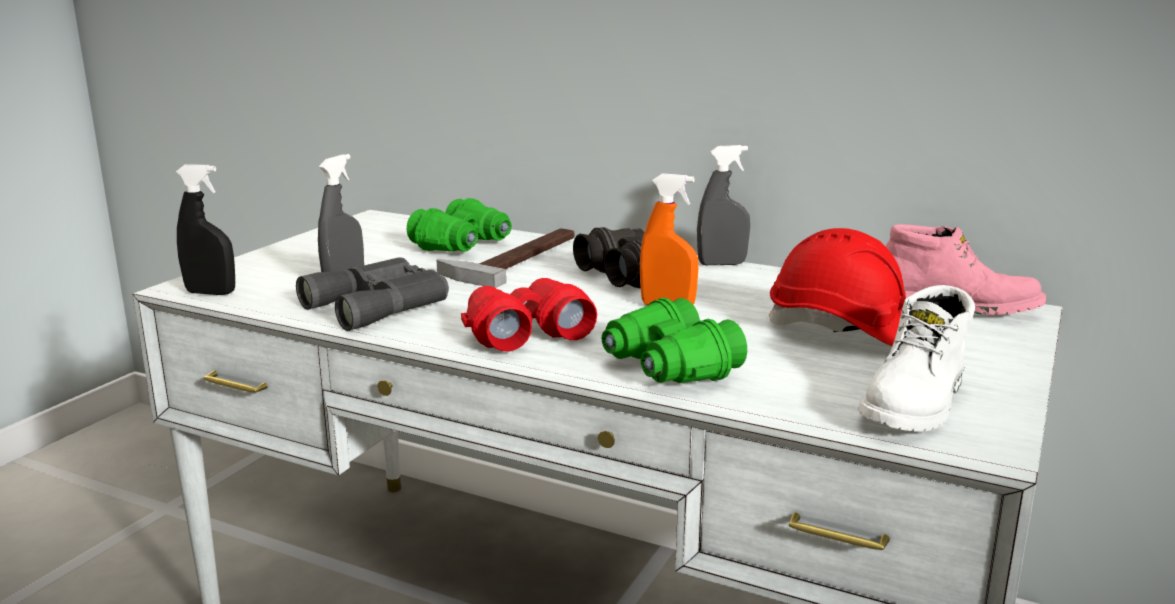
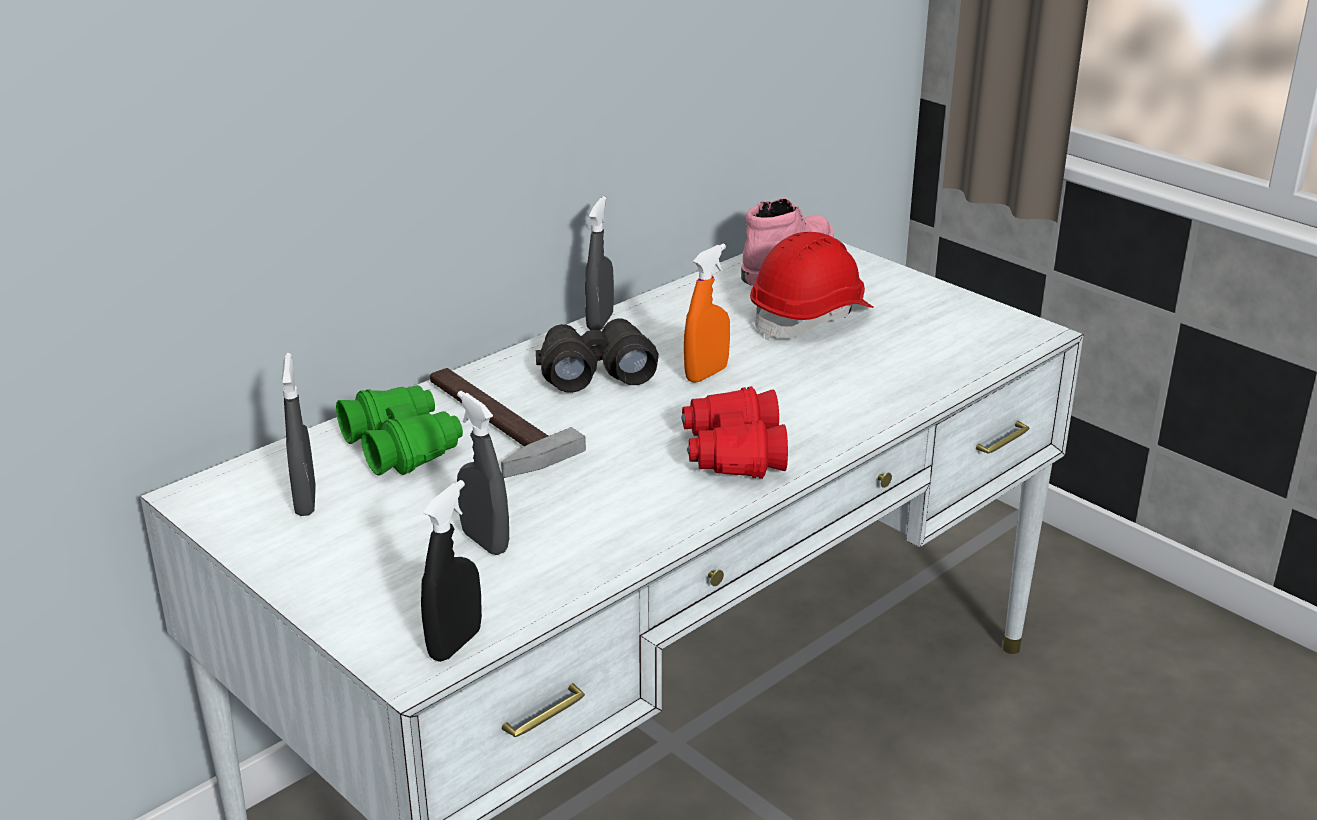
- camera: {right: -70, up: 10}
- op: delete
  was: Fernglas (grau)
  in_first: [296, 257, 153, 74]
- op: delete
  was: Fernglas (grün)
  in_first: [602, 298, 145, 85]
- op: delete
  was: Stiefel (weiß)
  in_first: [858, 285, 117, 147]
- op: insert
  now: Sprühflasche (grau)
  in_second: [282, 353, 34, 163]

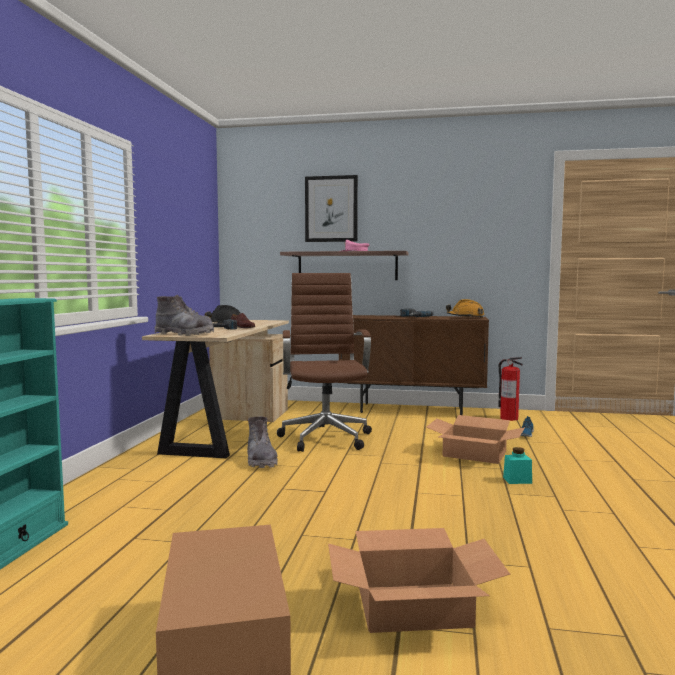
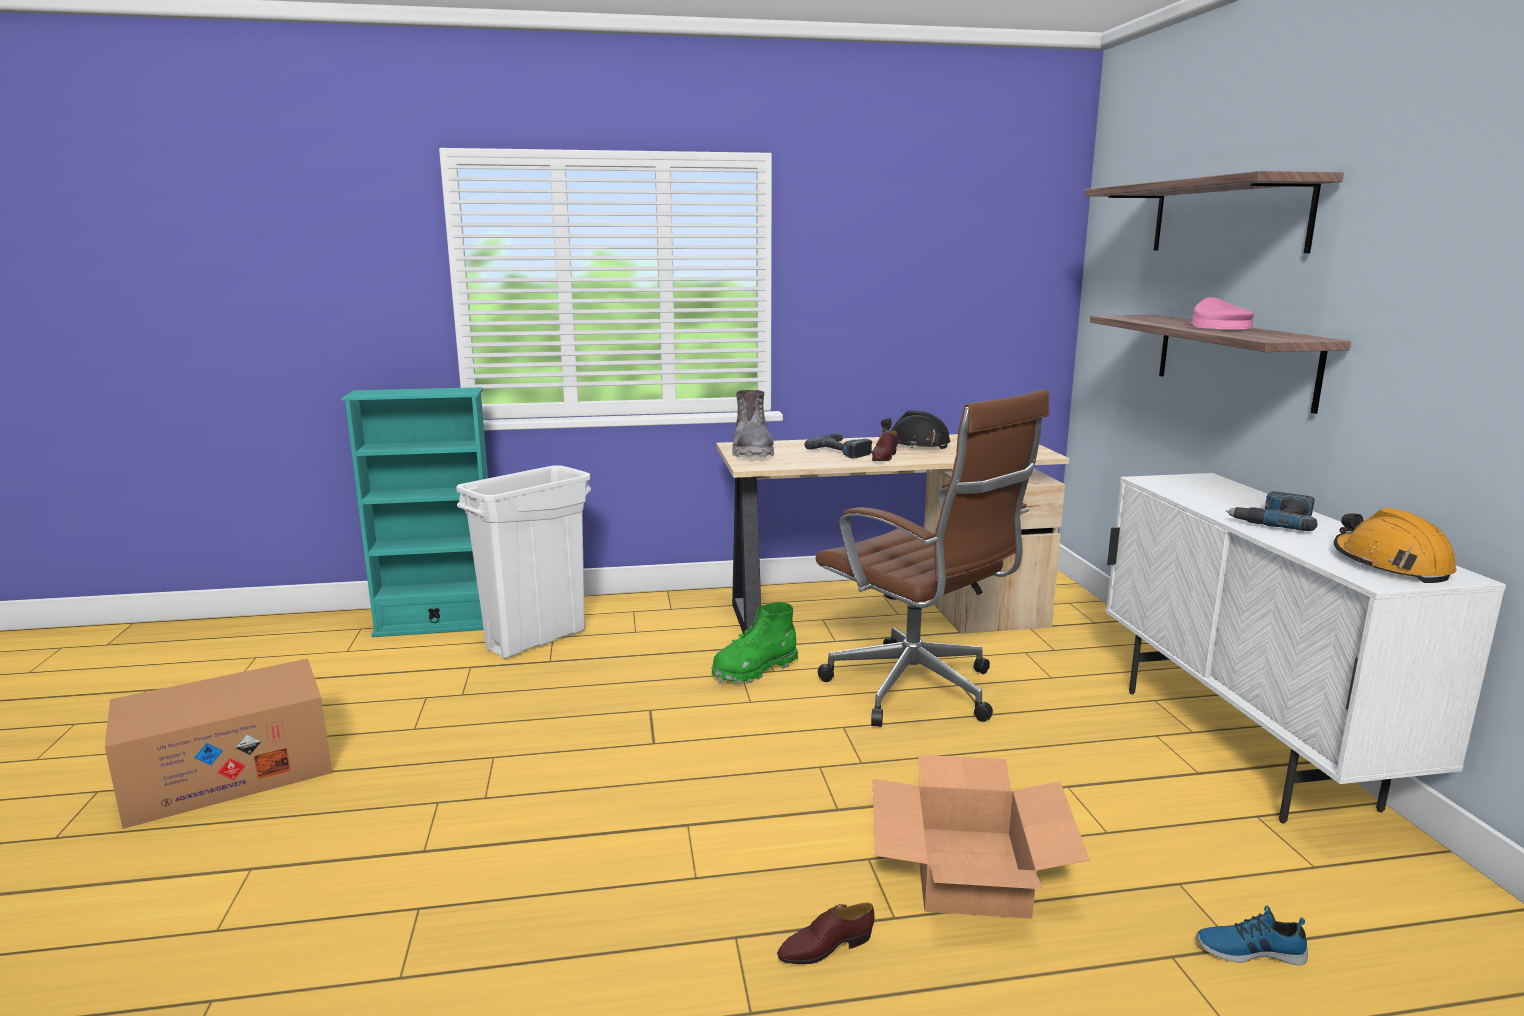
- camera: {right: 70, up: 10}
- op: recolor
  was: Stiefel (grau)
  now: Stiefel (grün)
  in_first: [247, 416, 31, 52]
  in_second: [711, 602, 87, 82]
- op: rotate
  was: Bürostuhl (braun)
  in_first: [277, 273, 95, 179]
  in_second: [816, 389, 233, 338]
  clockwise: 75
- op: replace
  was: Bild
  now: Wandregal
  in_first: [305, 175, 53, 67]
  in_second: [1084, 171, 260, 82]
- op: delete
  was: Karton
  in_first: [328, 528, 182, 105]
- op: recolor
  was: Schrank (braun)
  now: Schrank (weiß)
  in_first: [339, 315, 150, 100]
  in_second: [1106, 473, 400, 350]
- op: delete
  was: Feuerlöscher
  in_first: [499, 357, 24, 64]
- op: replace
  was: Vorratsglas (türkis)
  now: Schuh (braun)
  in_first: [503, 447, 29, 37]
  in_second: [777, 903, 98, 61]
- op: insert
  now: Mülleimer (weiß)
  in_second: [456, 465, 135, 194]

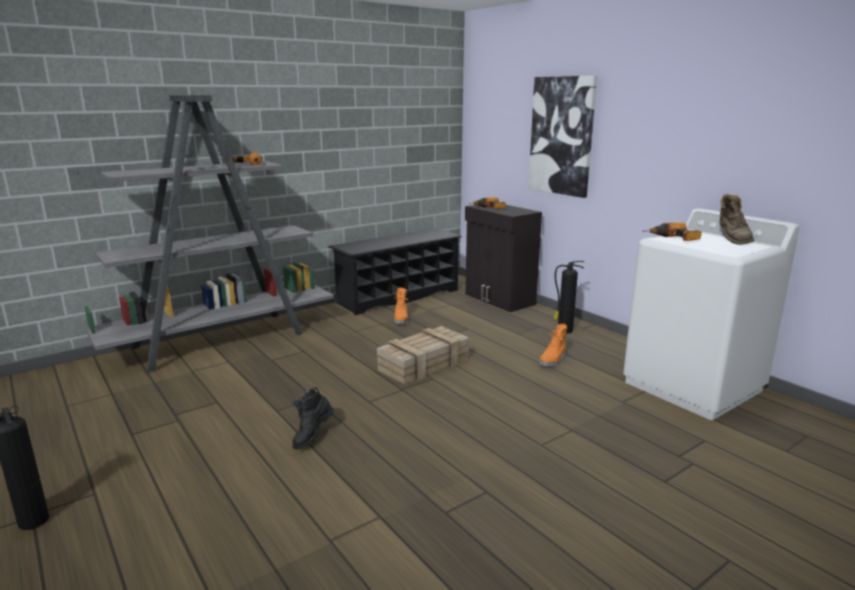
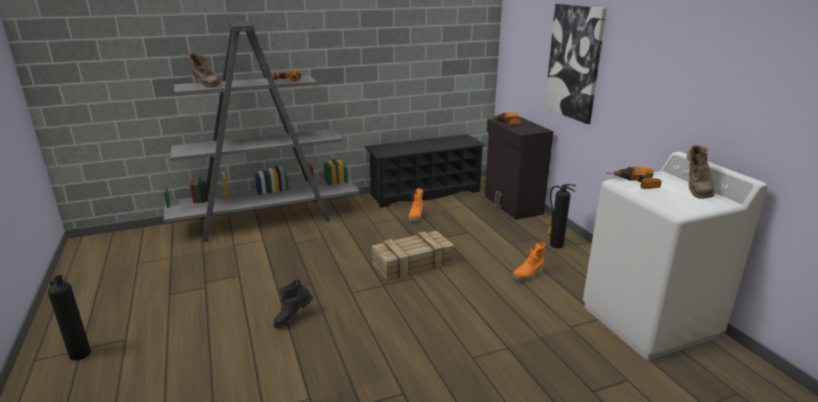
- camera: {right: 15, up: 5}
- op: insert
  now: Stiefel (braun)
  in_second: [189, 52, 32, 36]

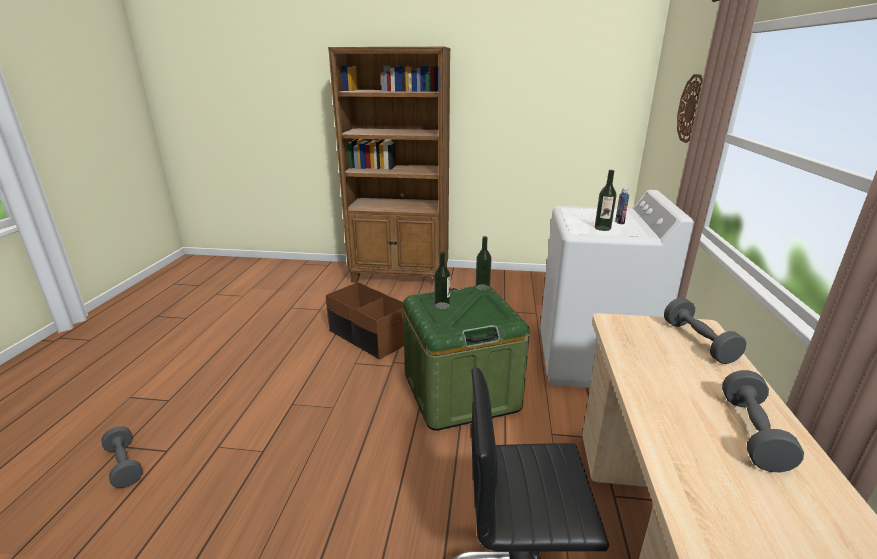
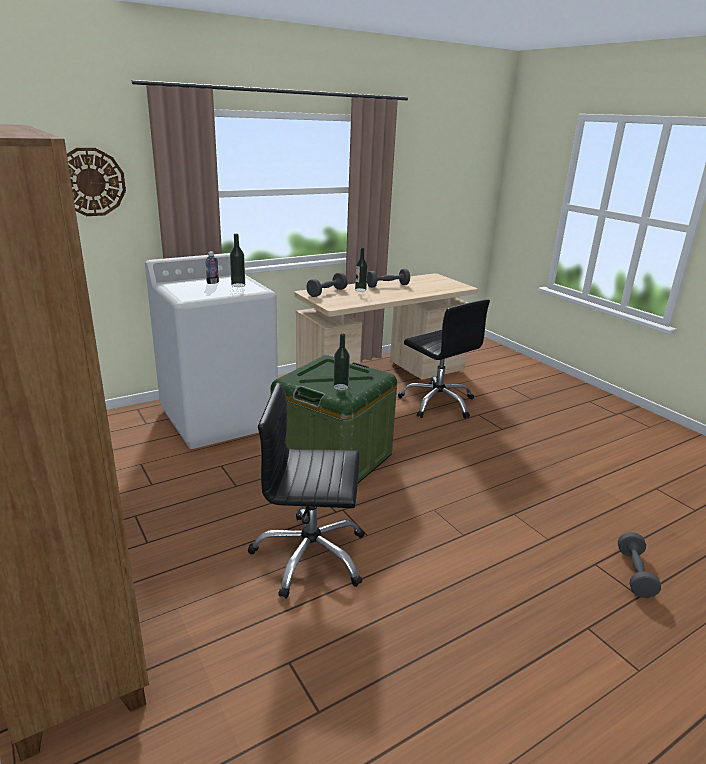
- camera: {right: -130, up: 0}
- op: replace
  was: Aufbewahrungsbox (braun)
  now: Bürostuhl (schwarz)
  in_first: [326, 282, 78, 78]
  in_second: [248, 383, 117, 216]
- op: move
  was: Flasche
  in_first: [476, 236, 16, 55]
  in_second: [355, 248, 13, 44]

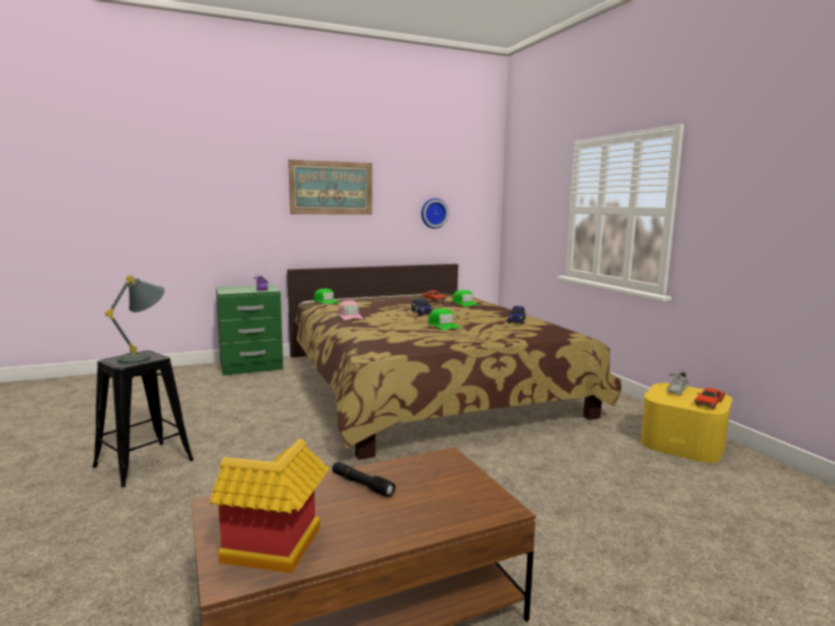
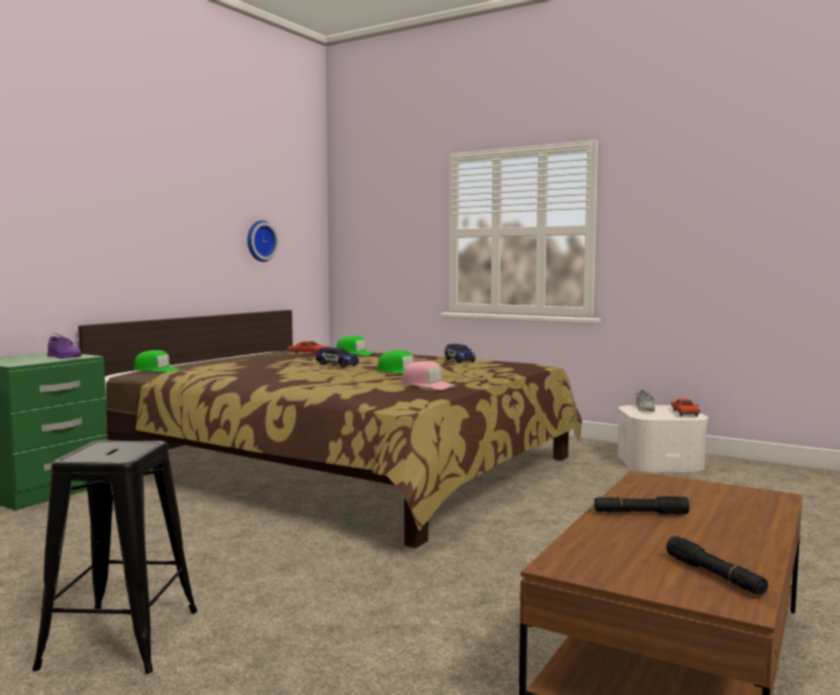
- camera: {right: -35, up: -5}
- op: delete
  was: Tischlampe (grau)
  in_first: [105, 275, 60, 89]
- op: replace
  was: Spielzeughaus
  now: Taschenlampe (schwarz)
  in_first: [209, 439, 121, 134]
  in_second: [666, 536, 102, 59]
- op: delete
  was: Bild
  in_first: [288, 160, 84, 55]
- op: move
  was: Kappe (rosa)
  in_first: [338, 300, 25, 20]
  in_second: [402, 361, 55, 29]
- op: recolor
  was: Aufbewahrungsbox (gelb)
  now: Aufbewahrungsbox (weiß)
  in_first: [640, 383, 92, 80]
  in_second: [618, 405, 90, 66]

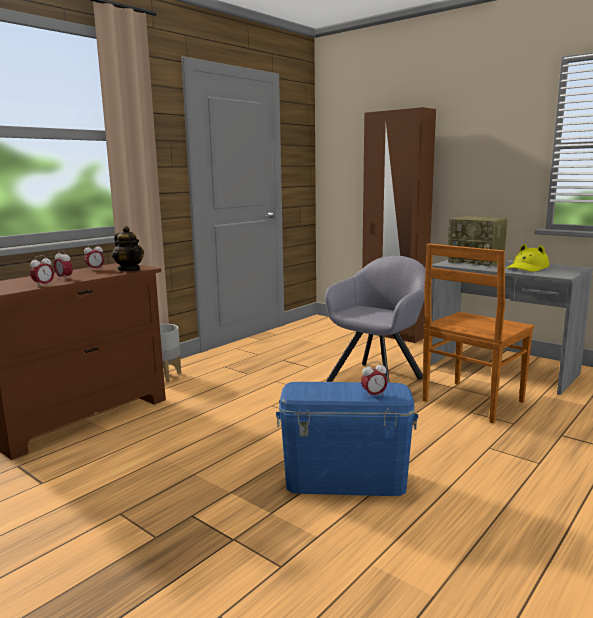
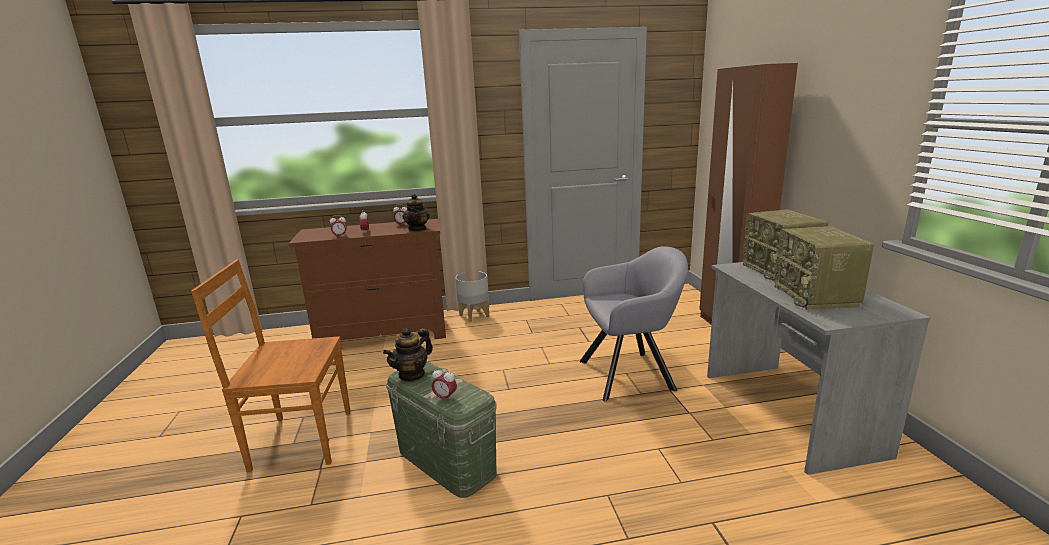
- camera: {right: 40, up: 5}
- op: recolor
  was: Aufbewahrungsbox (blau)
  now: Aufbewahrungsbox (grün)
  in_first: [276, 382, 142, 114]
  in_second: [386, 362, 110, 136]
- op: move
  was: Stuhl (braun)
  in_first: [423, 244, 111, 179]
  in_second: [191, 259, 160, 213]
- op: replace
  was: Hut (gelb)
  now: Radio
  in_first: [507, 244, 42, 28]
  in_second: [774, 226, 100, 84]
- op: insert
  now: Teekanne
  in_second: [383, 327, 50, 55]

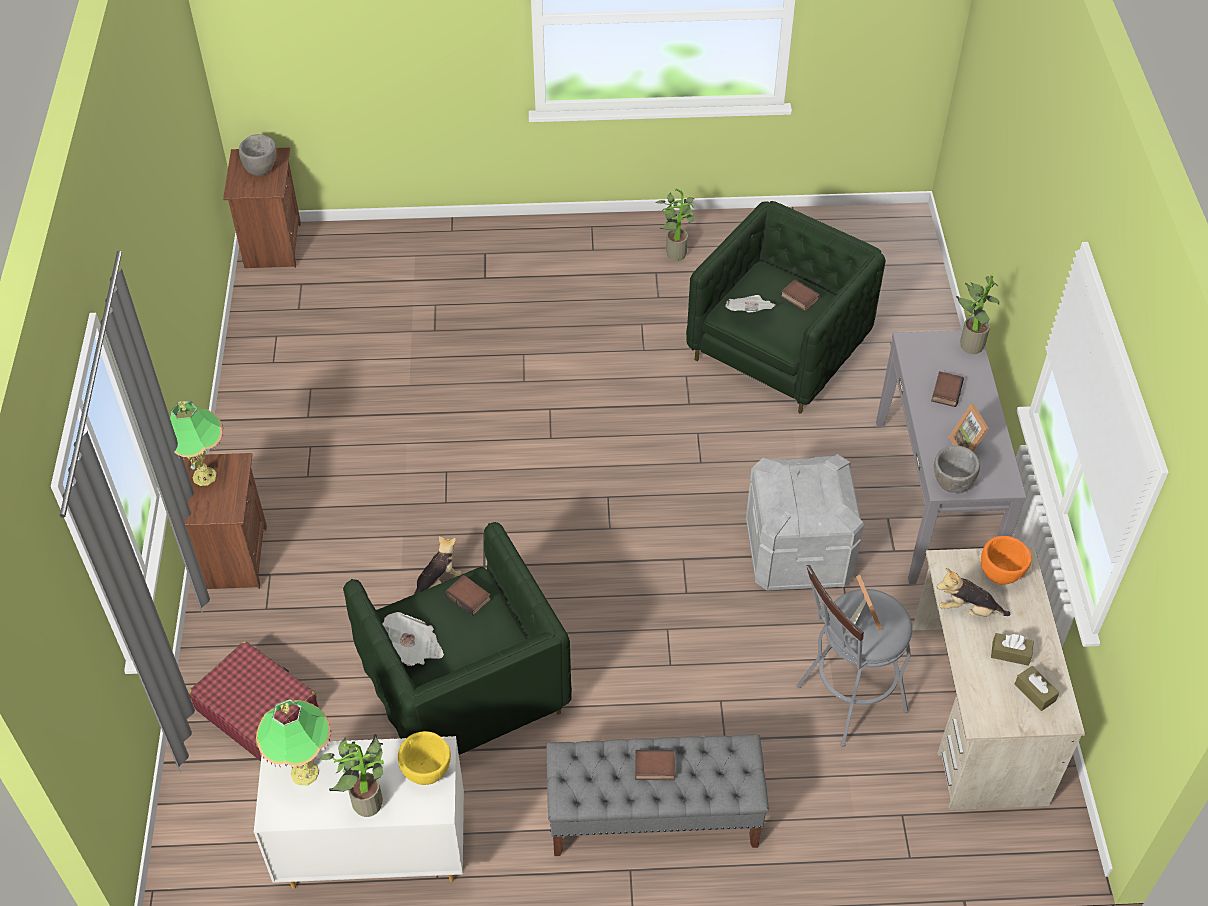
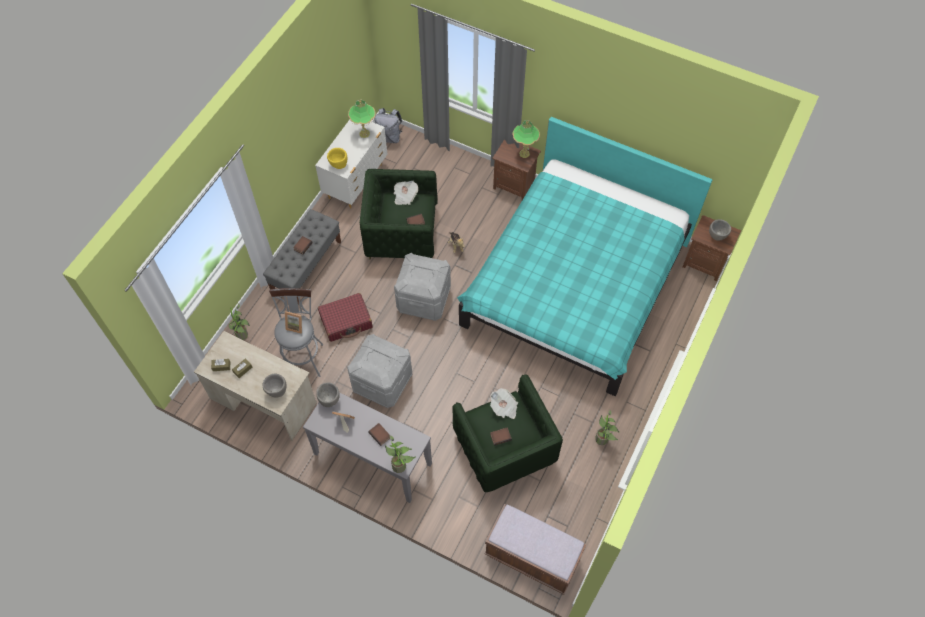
- camera: {right: 120, up: 10}
- op: move
  was: Koffer (rot)
  in_first: [189, 641, 129, 120]
  in_second: [318, 293, 55, 49]
- op: move
  was: Topfpflanze
  in_first: [318, 734, 66, 83]
  in_second: [229, 303, 21, 37]
- op: delete
  was: Plüschtier
  in_first: [937, 568, 73, 49]
- op: recolor
  was: Schüssel (orange)
  now: Schüssel (grau)
  in_first: [981, 536, 51, 49]
  in_second: [262, 374, 25, 24]
- op: insert
  now: Rucksack (grau)
  in_second: [375, 108, 27, 35]
- op: insert
  now: Aufbewahrungsbox (grau)
  in_second: [394, 253, 57, 68]
- op: insert
  now: Bett (türkis)
  in_second: [457, 117, 255, 279]
- op: insert
  now: Bank (braun)
  in_second: [484, 504, 102, 91]

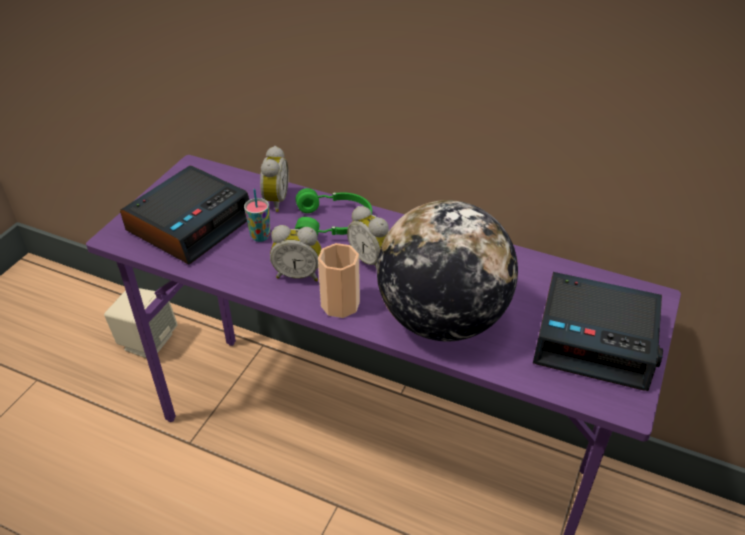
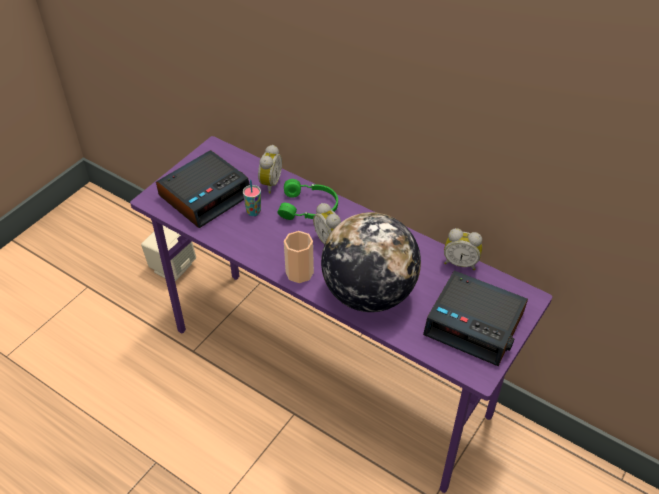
- camera: {right: 10, up: 5}
- op: move
  was: Wecker
  in_first: [270, 225, 52, 57]
  in_second: [444, 228, 38, 42]

